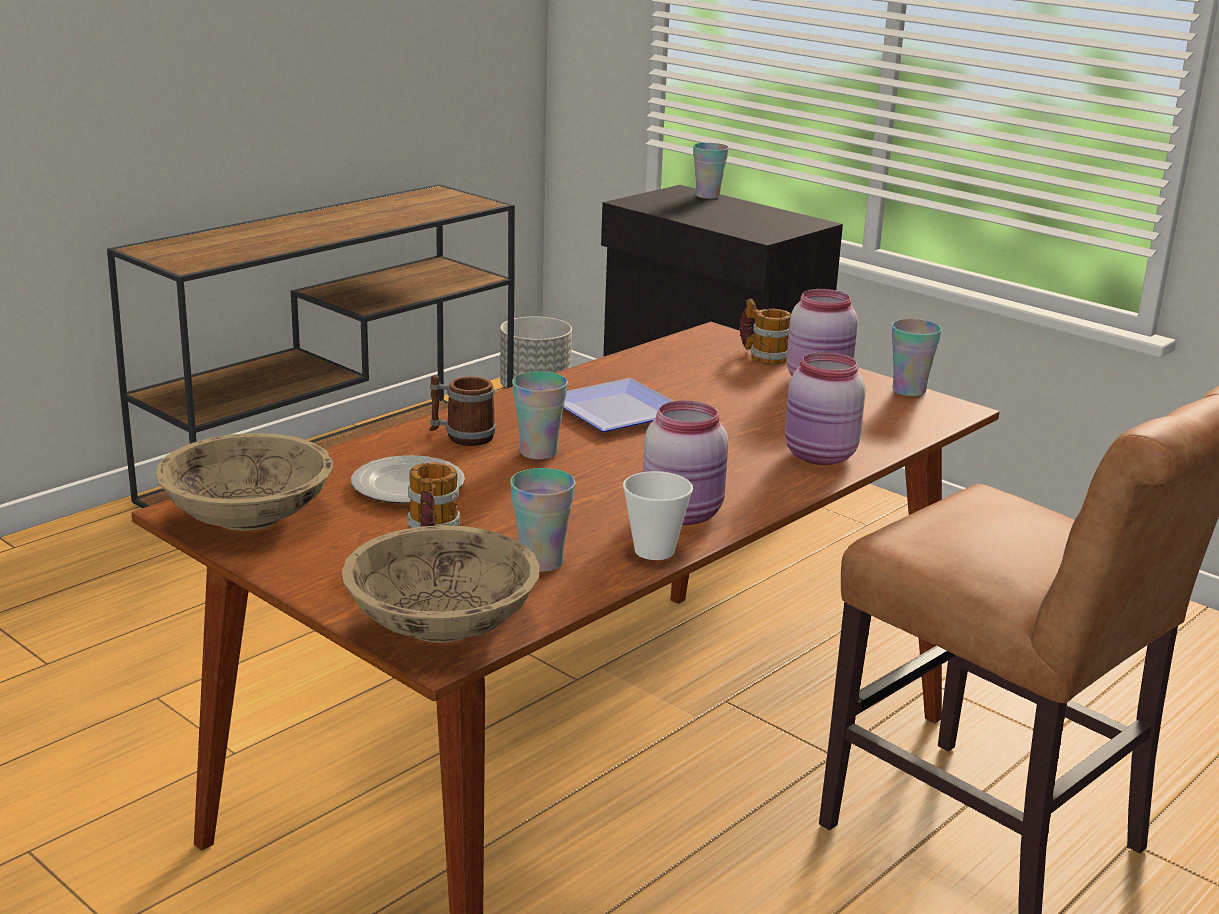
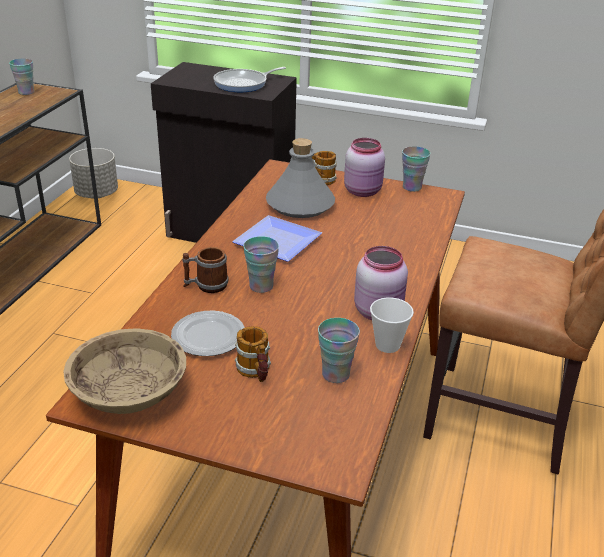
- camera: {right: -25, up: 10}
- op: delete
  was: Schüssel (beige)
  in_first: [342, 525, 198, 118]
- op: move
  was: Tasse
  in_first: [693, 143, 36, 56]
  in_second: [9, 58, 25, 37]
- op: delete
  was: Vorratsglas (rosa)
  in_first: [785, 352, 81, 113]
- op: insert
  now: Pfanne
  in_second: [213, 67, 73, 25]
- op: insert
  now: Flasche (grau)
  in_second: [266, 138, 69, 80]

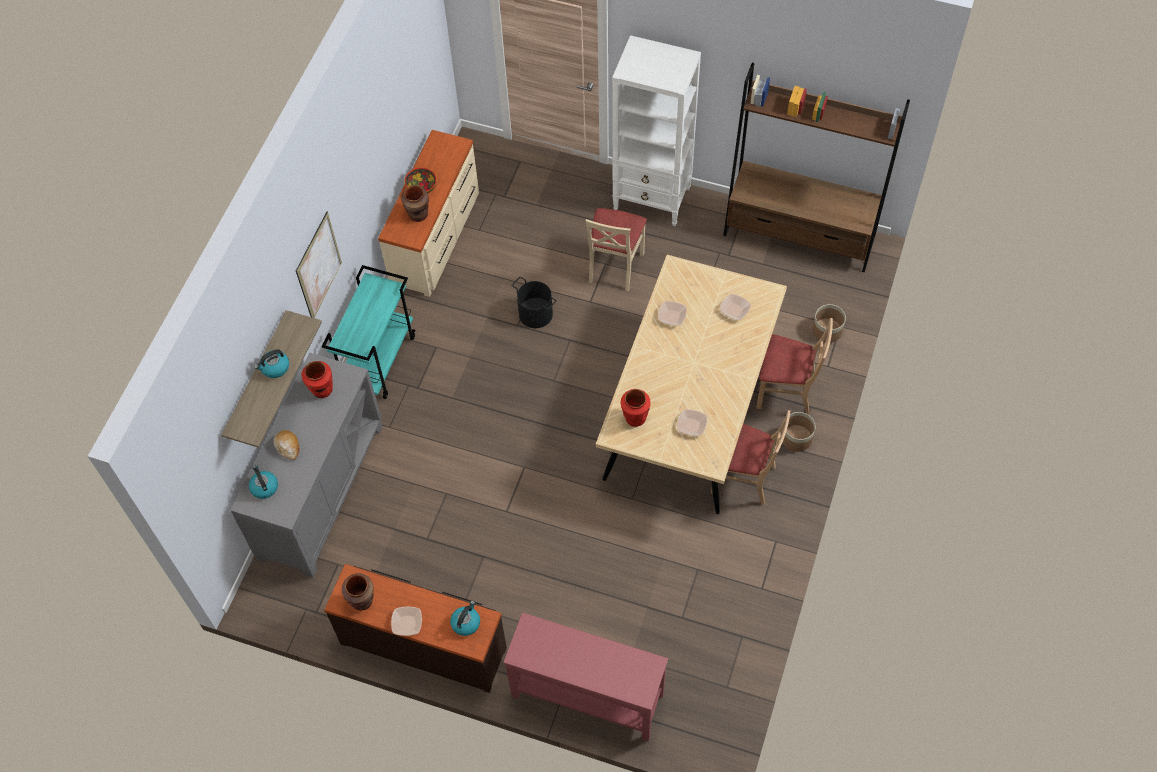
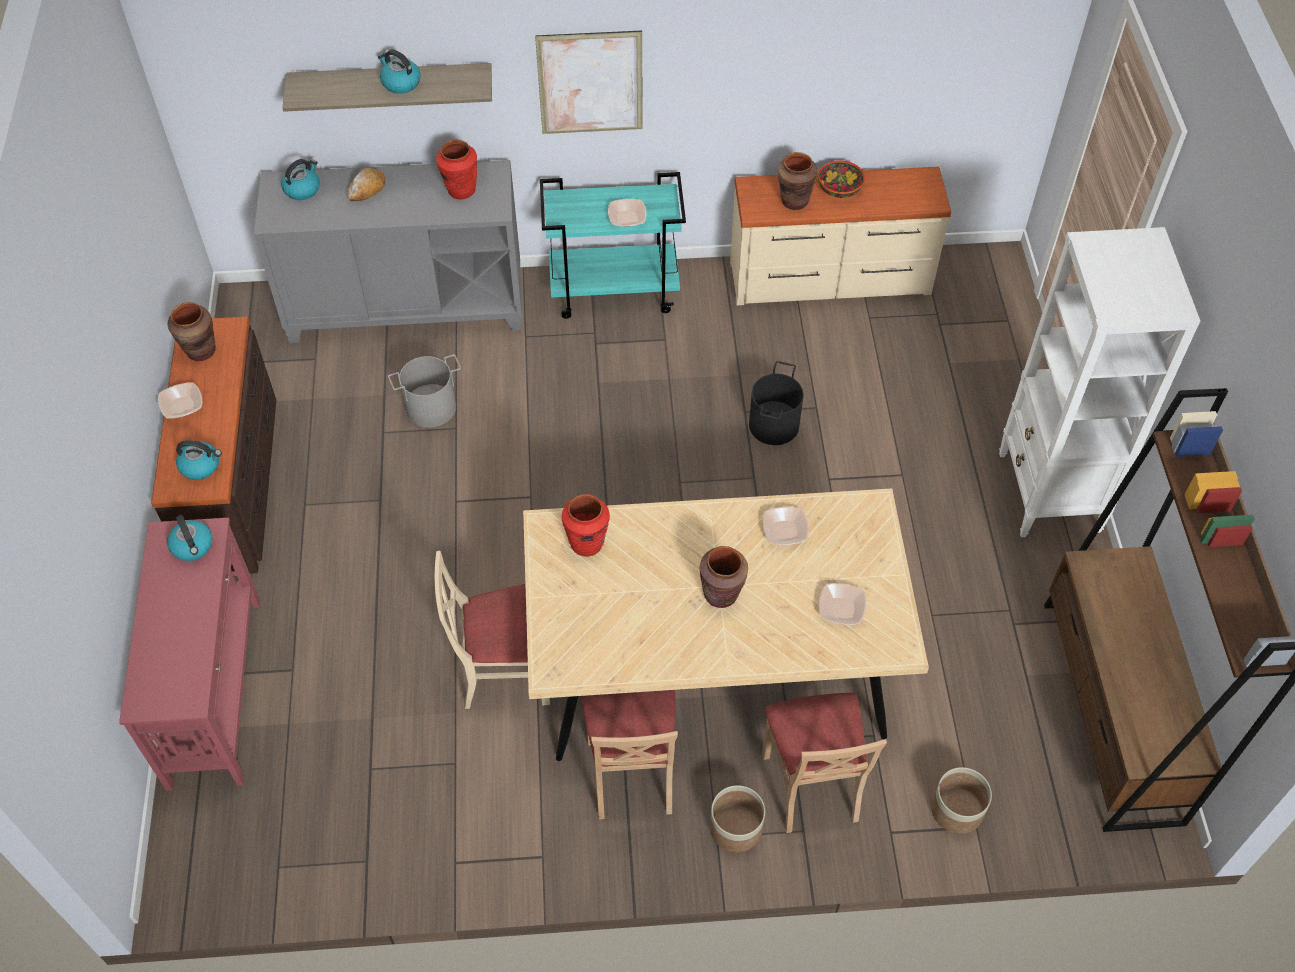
- camera: {right: 65, up: -5}
- op: move
  was: Stuhl (beige)
  in_first: [585, 208, 62, 83]
  in_second: [435, 551, 115, 158]
- op: move
  was: Schüssel
  in_first: [677, 409, 30, 27]
  in_second: [608, 199, 38, 28]
- op: insert
  now: Wasserkessel
  in_second: [167, 515, 46, 46]
- op: insert
  now: Eimer (grau)
  in_second: [388, 354, 73, 73]
- op: insert
  now: Vase (braun)
  in_second: [699, 546, 49, 62]

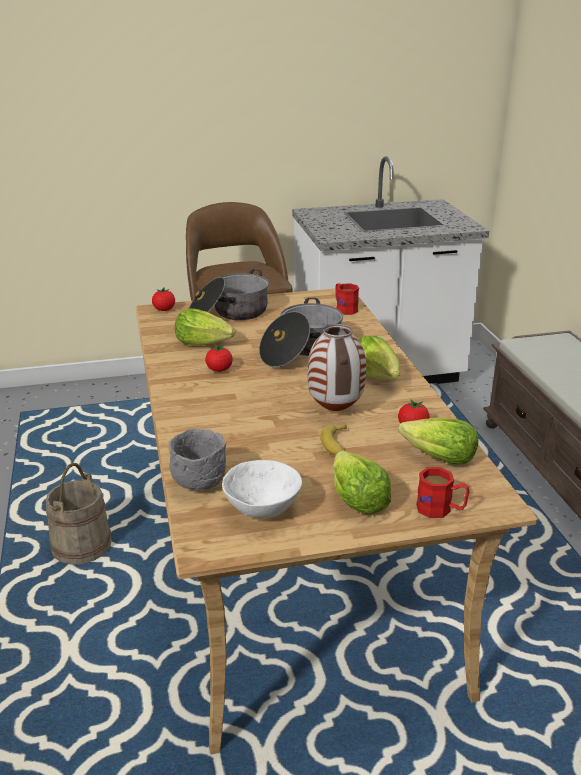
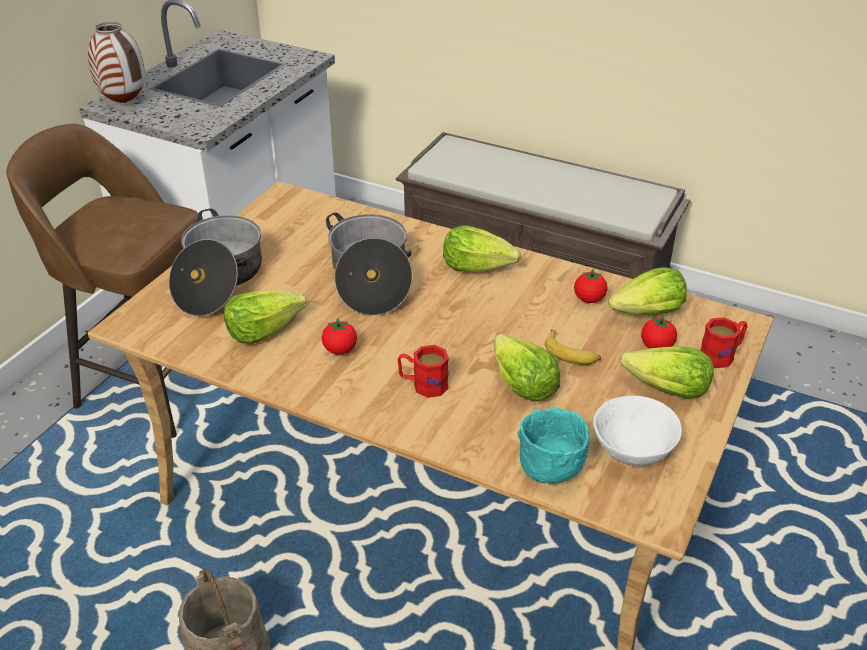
- camera: {right: -50, up: 10}
- op: move
  was: Tomate
  in_first: [152, 288, 23, 23]
  in_second: [641, 316, 36, 33]
- op: recolor
  was: Schüssel (grau)
  now: Schüssel (türkis)
  in_first: [169, 429, 57, 62]
  in_second: [518, 407, 72, 77]
- op: move
  was: Vase
  in_first: [307, 324, 59, 87]
  in_second: [88, 22, 57, 81]
- op: move
  was: Henkelbecher (rot)
  in_first: [335, 283, 24, 32]
  in_second: [398, 345, 51, 53]
- op: insert
  now: Salatkopf
  in_second: [494, 334, 66, 68]

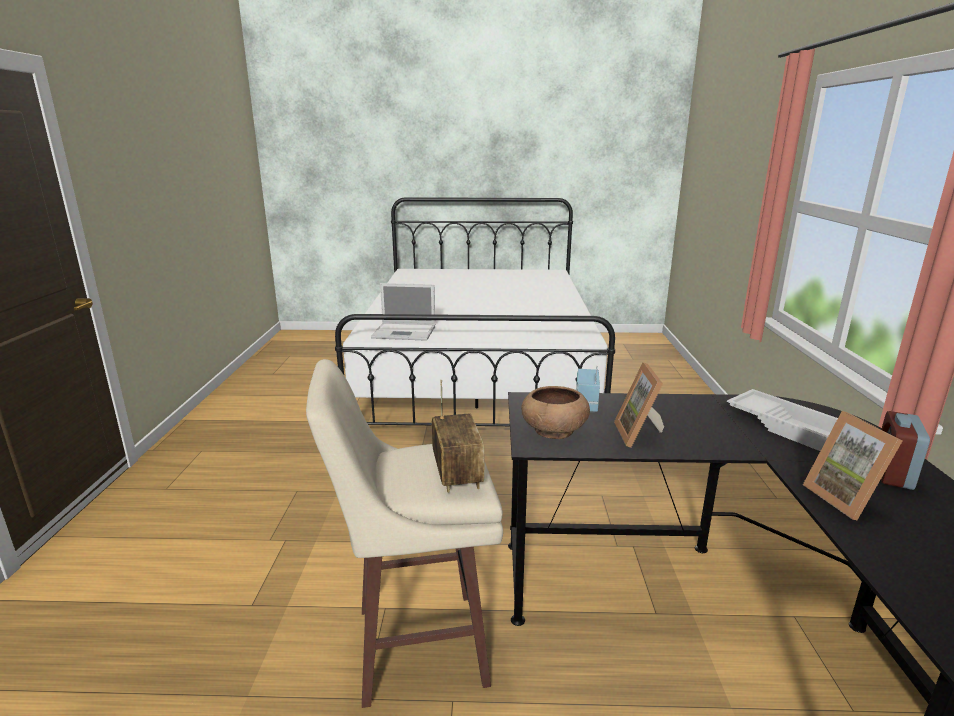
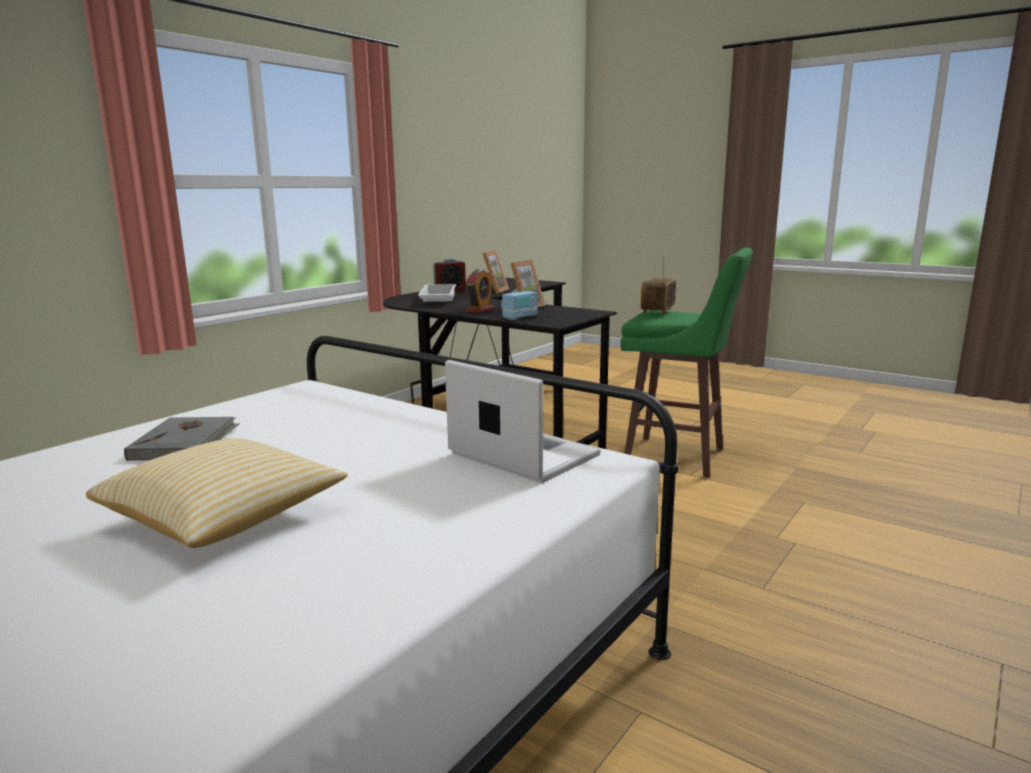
- camera: {right: -145, up: -5}
- op: recolor
  was: Hocker (beige)
  now: Hocker (grün)
  in_first: [306, 359, 197, 349]
  in_second: [620, 248, 133, 230]
- op: delete
  was: Schüssel (braun)
  in_first: [521, 386, 69, 53]
- op: insert
  now: Kissen
  in_second: [86, 438, 262, 110]
- op: insert
  now: Buch (grau)
  in_second: [124, 417, 116, 44]
- op: insert
  now: Wecker
  in_second: [465, 269, 29, 44]

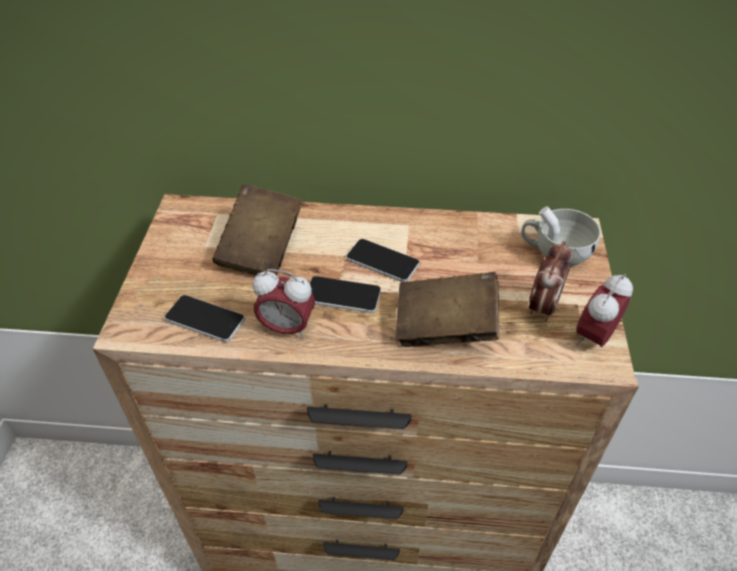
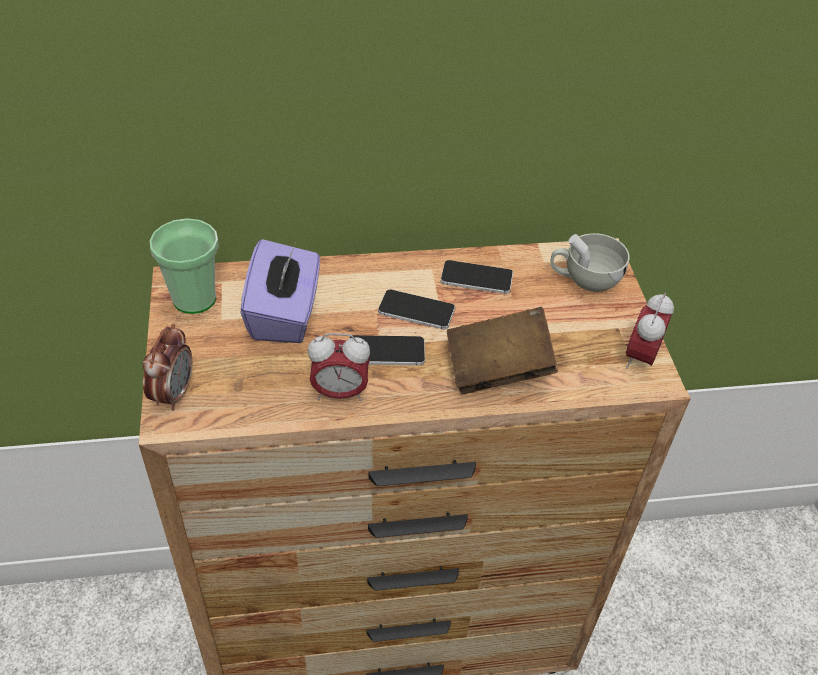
- camera: {right: -15, up: 0}
- op: move
  was: Handy
  in_first: [165, 295, 80, 47]
  in_second: [441, 260, 72, 34]
- op: replace
  was: Buch (braun)
  now: Taschentuchbox (lila)
  in_first: [212, 184, 90, 92]
  in_second: [241, 239, 79, 104]
- op: move
  was: Wecker
  in_first: [529, 241, 43, 81]
  in_second: [143, 324, 49, 87]
- op: insert
  now: Tasse
  in_second: [150, 219, 69, 95]

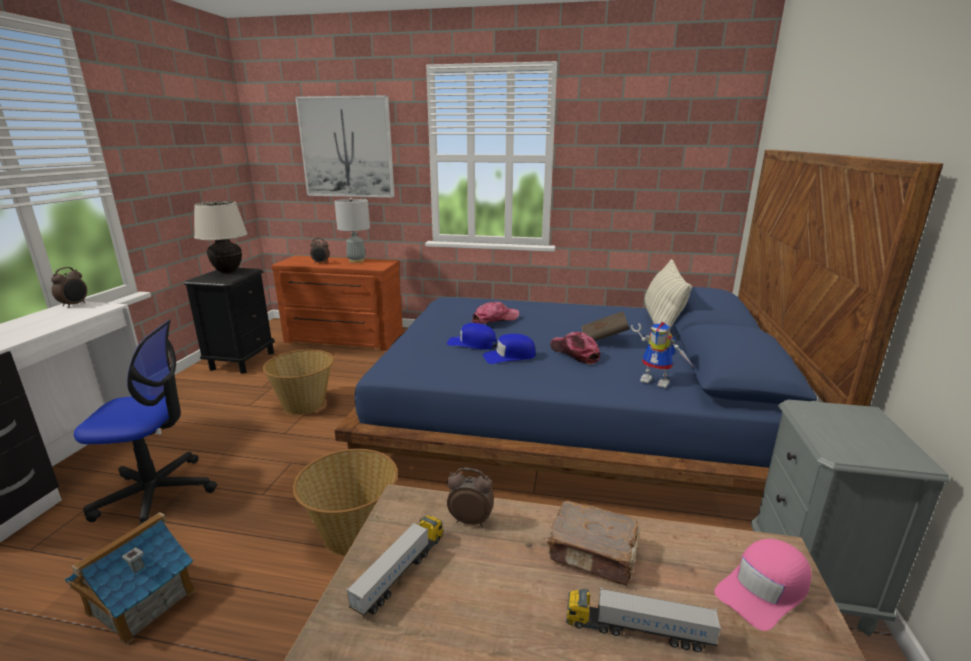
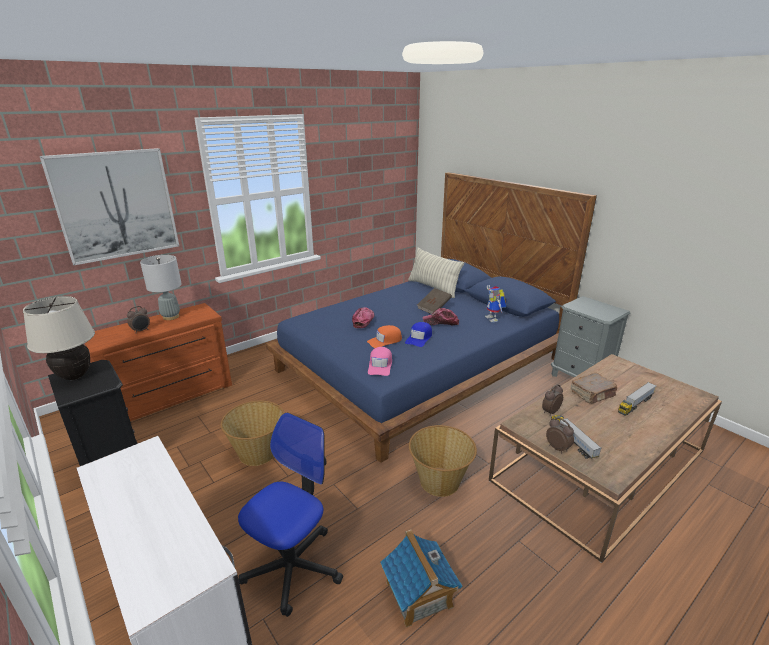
- camera: {right: -50, up: 5}
- op: move
  was: Wecker
  in_first: [51, 267, 36, 41]
  in_second: [546, 417, 28, 36]
- op: recolor
  was: Kappe (blau)
  now: Kappe (orange)
  in_first: [447, 323, 50, 27]
  in_second: [367, 325, 35, 23]
- op: rotate
  was: Spielzeugroboter
  in_first: [631, 322, 62, 66]
  in_second: [485, 285, 21, 38]
  clockwise: 90
- op: move
  was: Kappe (rosa)
  in_first: [714, 539, 98, 92]
  in_second: [368, 347, 24, 29]

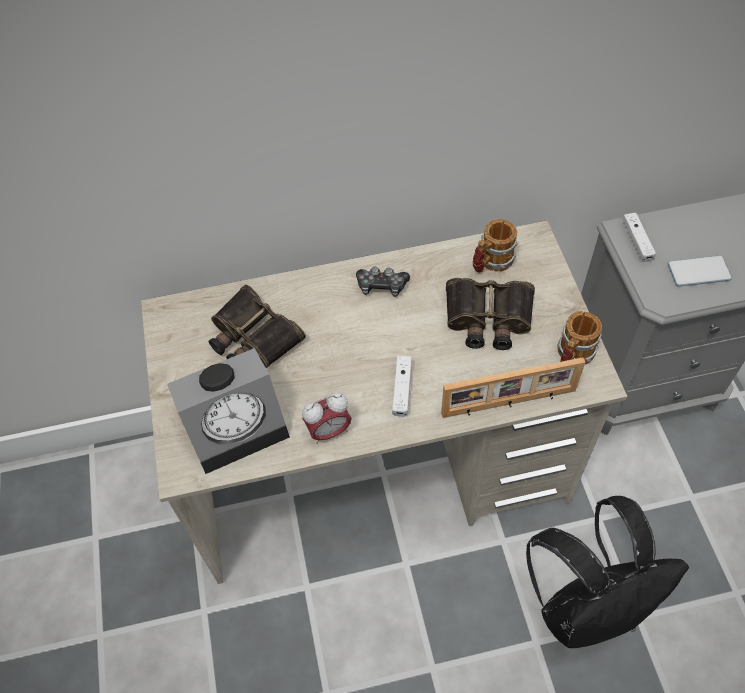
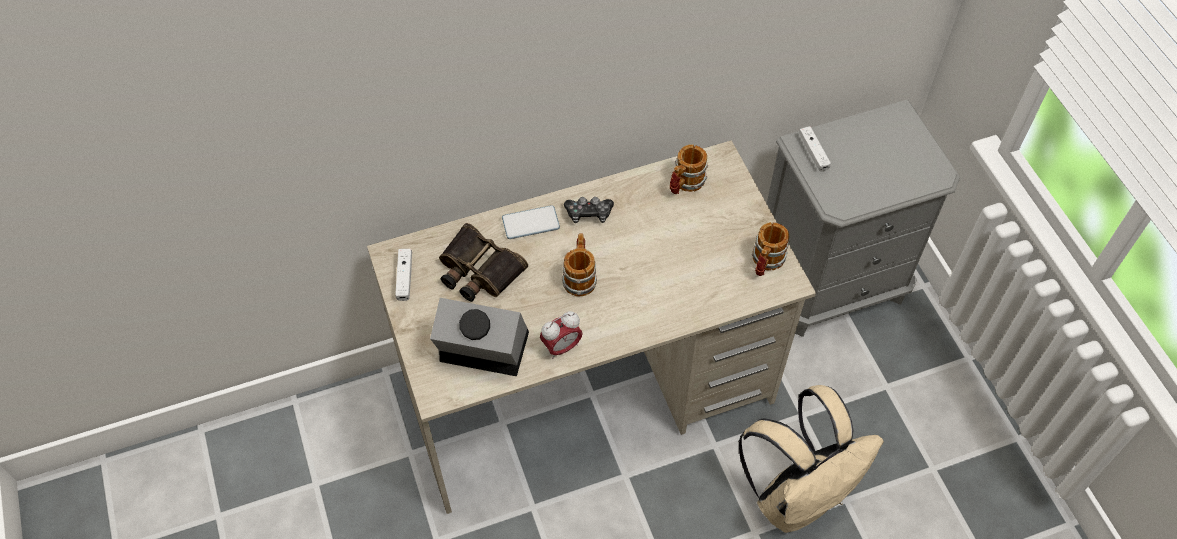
- camera: {right: -10, up: 0}
- op: rotate
  was: Wecker
  in_first: [167, 348, 123, 126]
  in_second: [430, 298, 99, 78]
  clockwise: -135
- op: move
  was: Gamepad (weiß)
  in_first: [392, 356, 20, 61]
  in_second: [395, 249, 17, 52]
- op: delete
  was: Bilderrahmen
  in_first: [441, 357, 144, 61]
- op: delete
  was: Fernglas
  in_first: [446, 278, 89, 72]
- op: recolor
  was: Rucksack (schwarz)
  now: Rucksack (beige)
  in_first: [526, 496, 163, 152]
  in_second: [739, 385, 145, 148]
- op: move
  was: Handy
  in_first: [668, 255, 64, 32]
  in_second: [502, 205, 58, 34]
- op: insert
  now: Henkelbecher
  in_second: [563, 233, 34, 64]

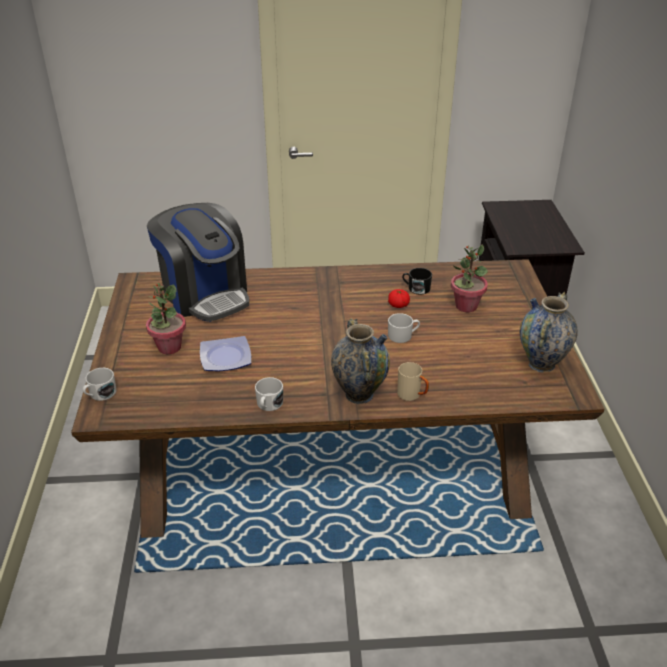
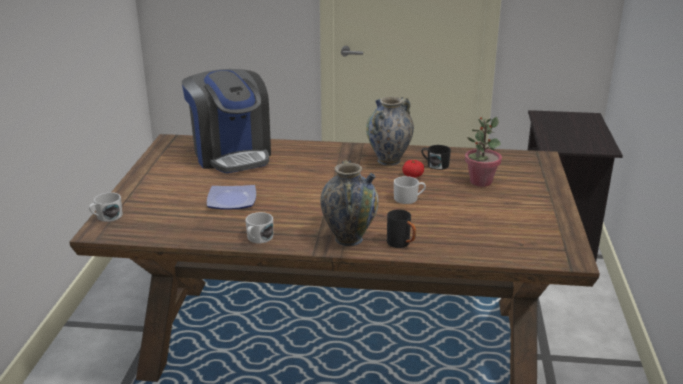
- camera: {right: 10, up: -10}
- op: delete
  was: Topfpflanze
  in_first: [146, 283, 40, 71]
- op: recolor
  was: Henkelbecher (beige)
  now: Henkelbecher (schwarz)
  in_first: [397, 362, 32, 39]
  in_second: [387, 209, 29, 39]
- op: move
  was: Vase
  in_first: [520, 292, 58, 81]
  in_second: [366, 97, 48, 68]

